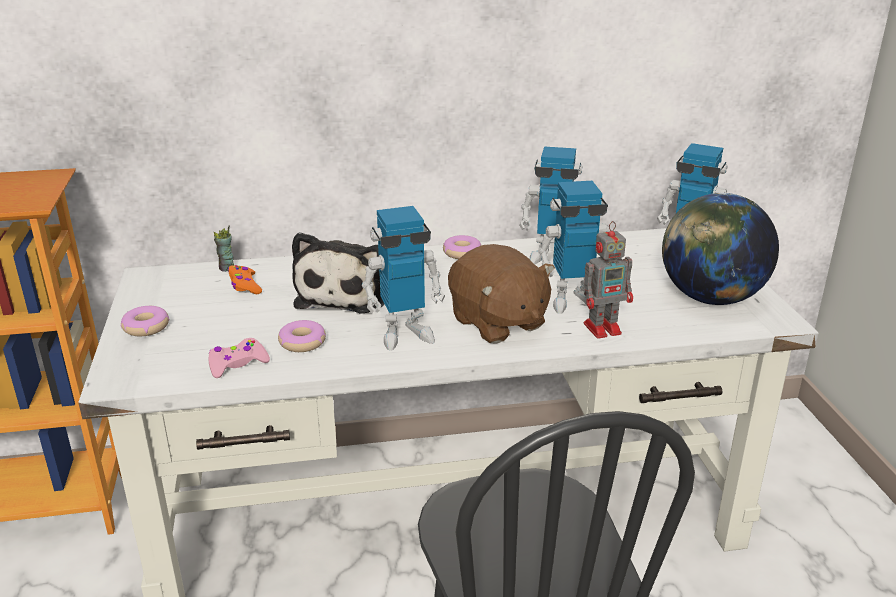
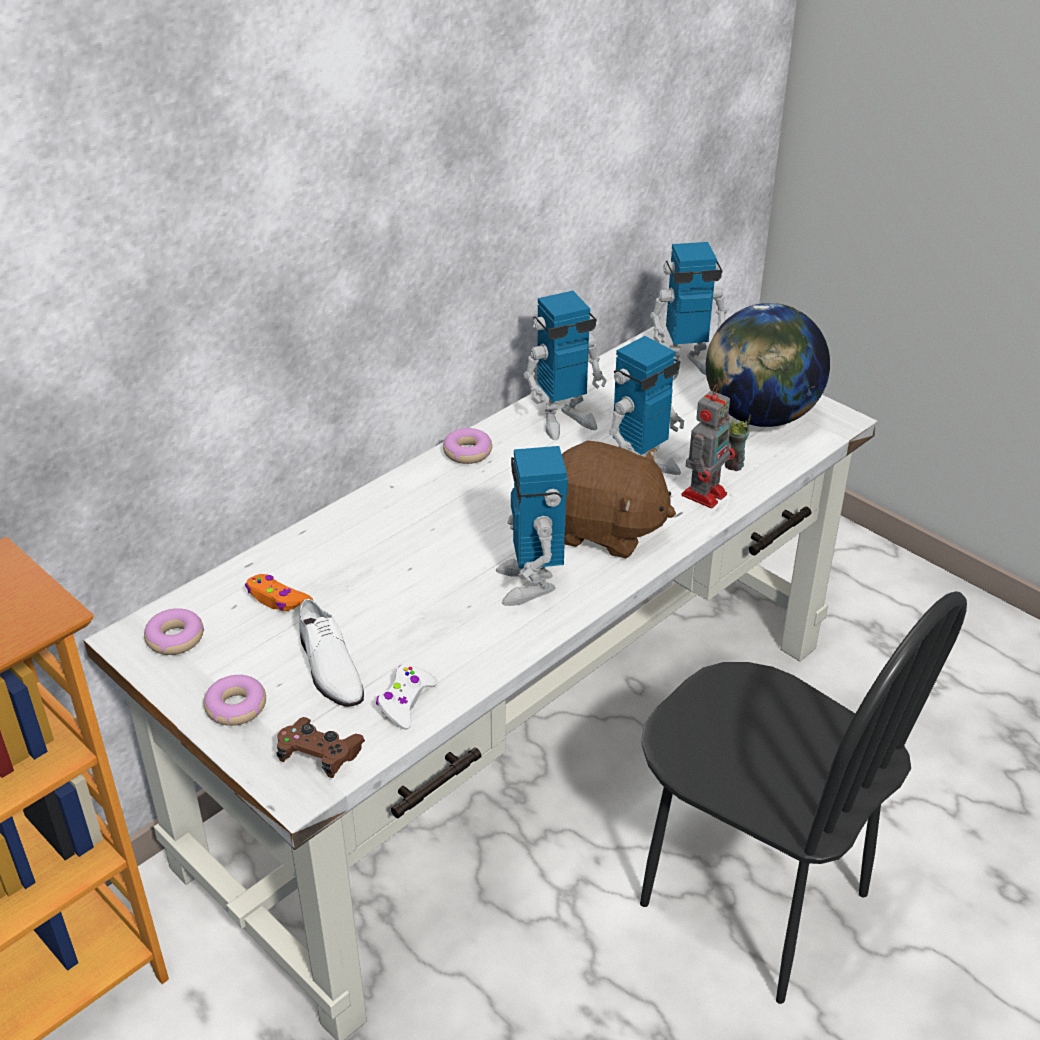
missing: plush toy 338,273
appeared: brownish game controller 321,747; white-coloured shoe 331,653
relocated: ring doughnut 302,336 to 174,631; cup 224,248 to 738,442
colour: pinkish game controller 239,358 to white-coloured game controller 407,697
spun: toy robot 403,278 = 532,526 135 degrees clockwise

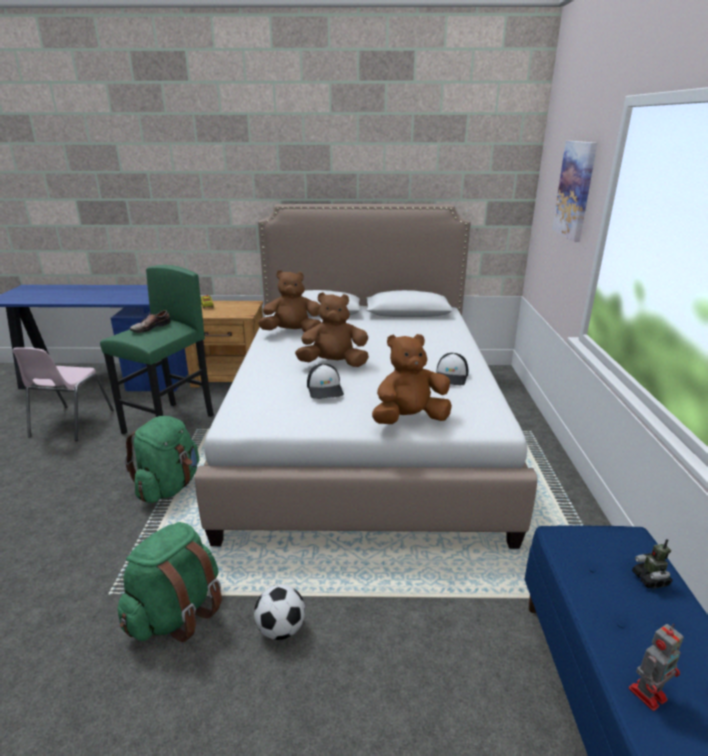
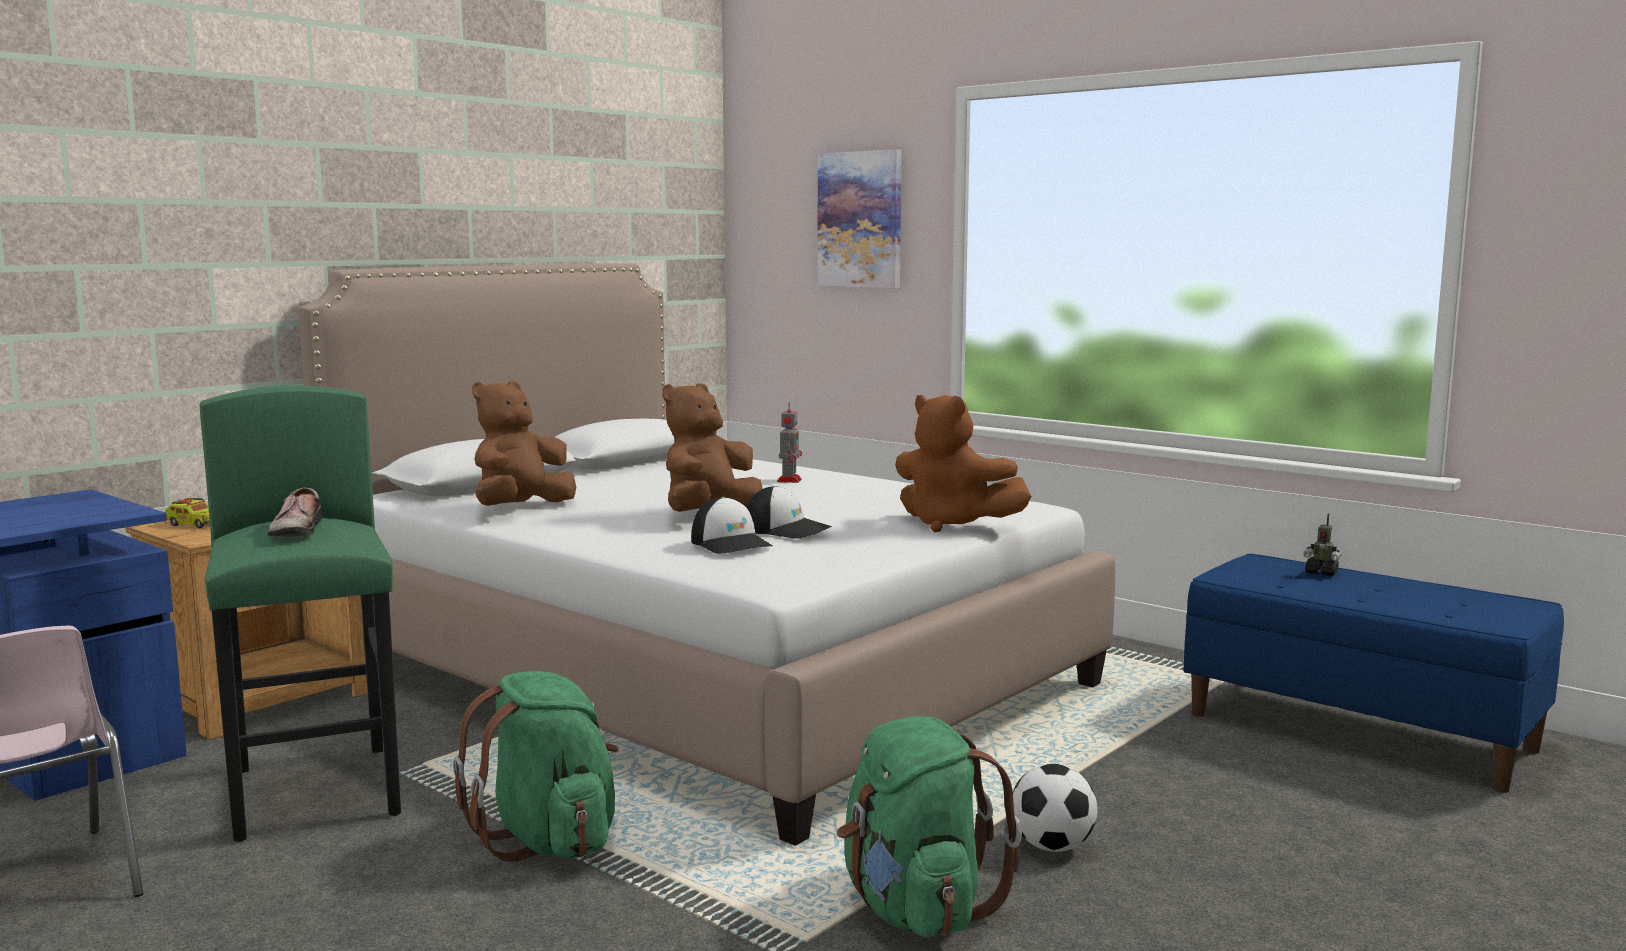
relocated: cap 452,369 to 732,525; toy robot 656,667 to 789,442
spun: brownish plush toy 412,379 = 963,463 75 degrees counterclockwise

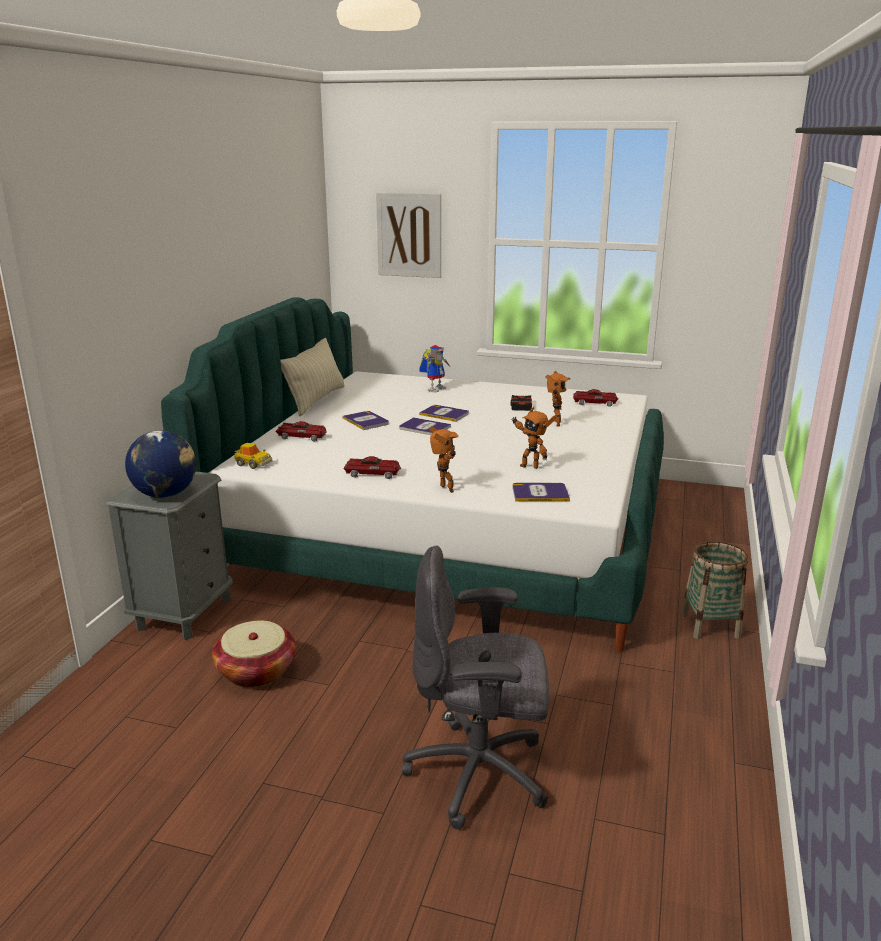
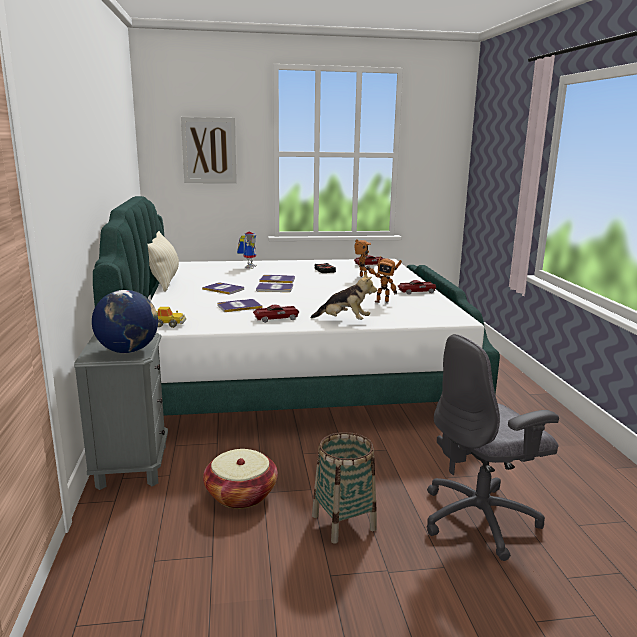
relocated: bound book 541,492 to 239,305; basket 714,590 to 344,487; model car 301,431 to 417,287
exchanged: toy robot 444,459 to plush toy 343,296

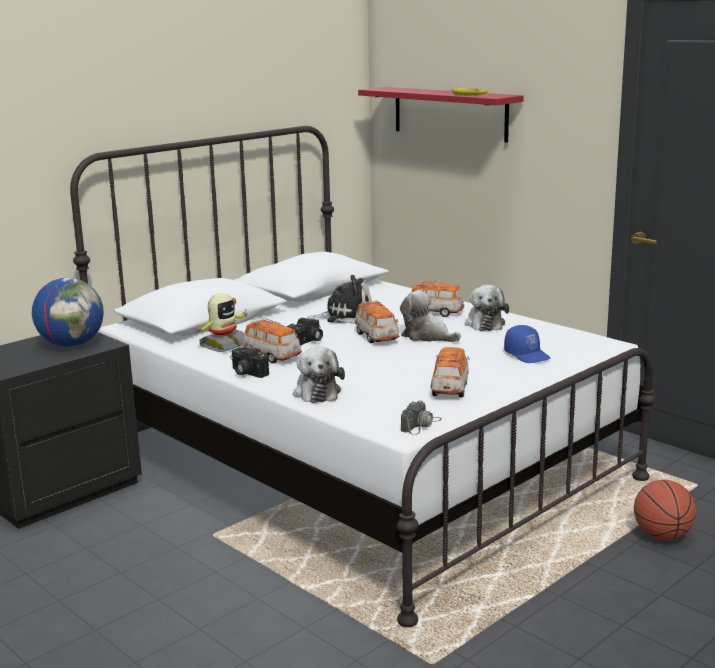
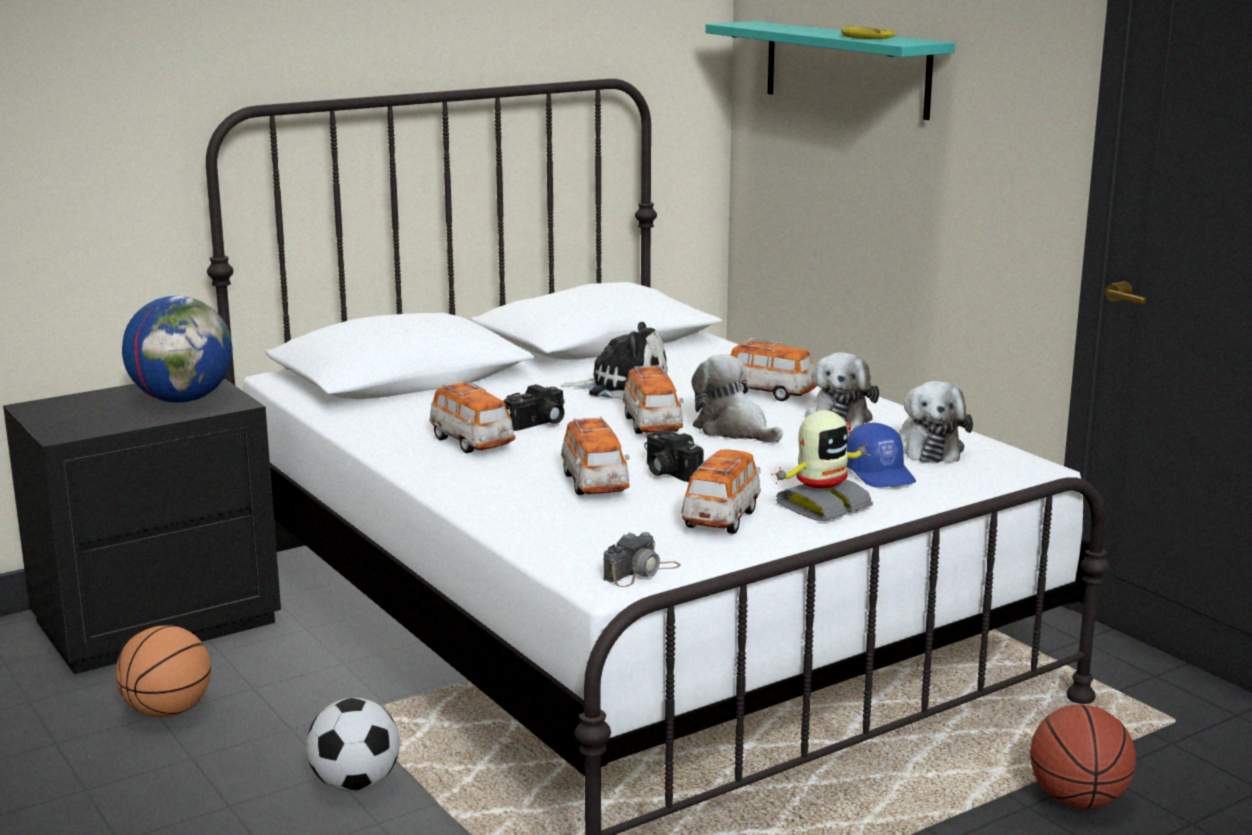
appeared: basketball 163,671; football 353,745; model car 595,455
relocated: still camera 249,362 to 674,456; toy robot 221,322 to 822,465; plush toy 319,375 to 936,421
colour: red-coloured shelf 441,115 to blue-green shelf 830,70

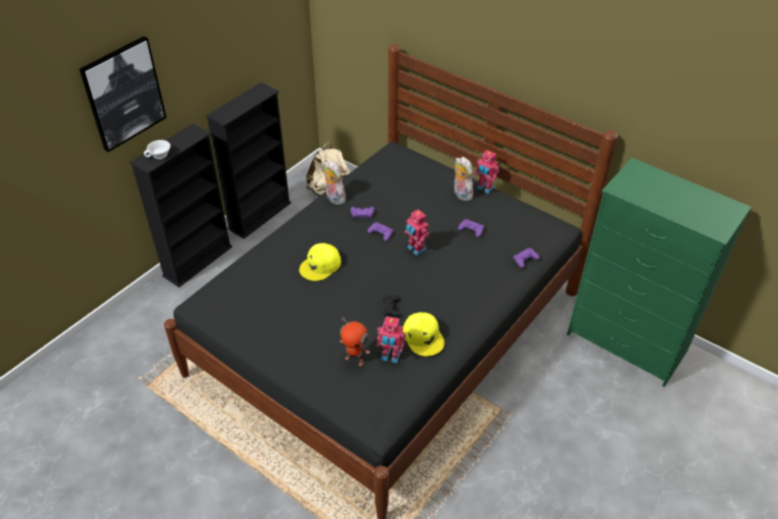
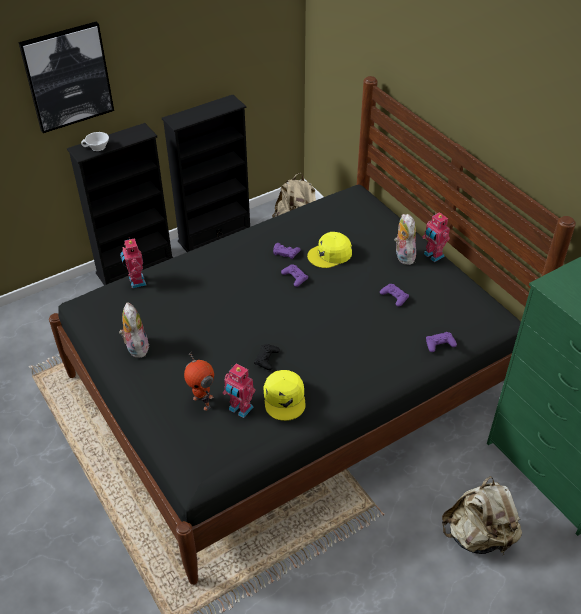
appeared: sand-coloured backpack 482,515
relocated: plush toy 335,183 to 134,330; toy robot 416,232 to 133,262; yellow-coloured cap 320,262 to 329,250

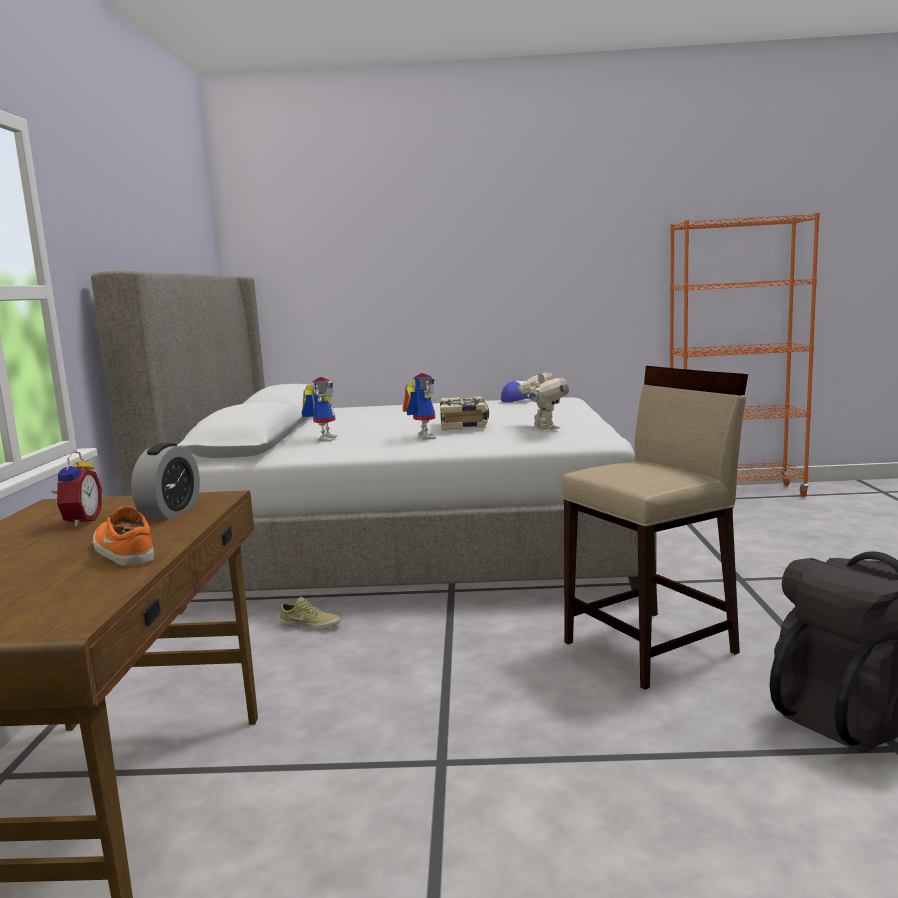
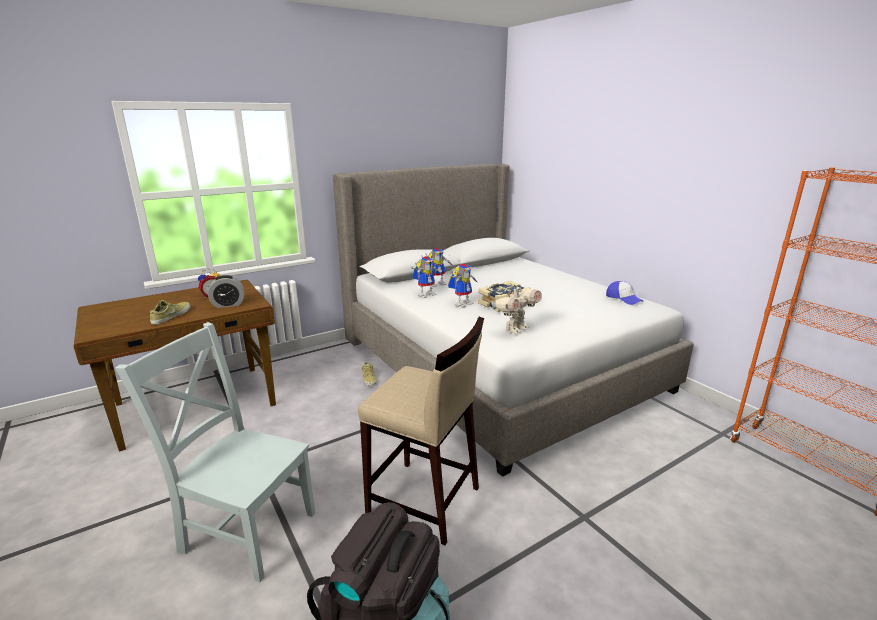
appeared: gray plain chair 215,452; toy robot 426,277
colour: orange shoe 123,536 to sand-coloured shoe 170,312

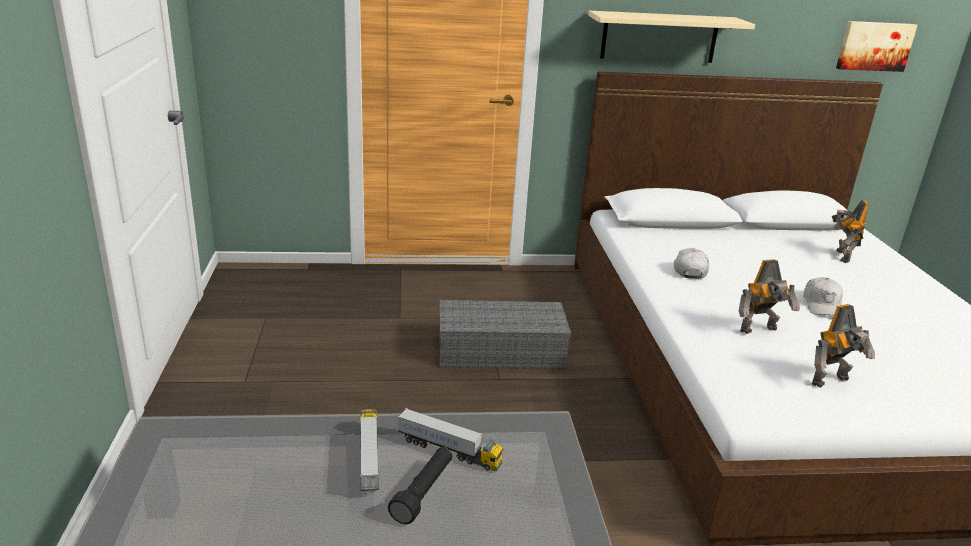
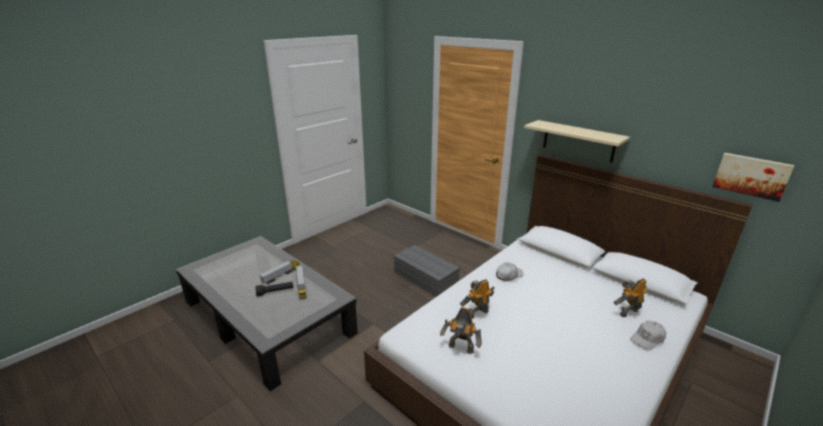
relocated: white-coloured cap 823,296 to 648,335
spun: toy robot 769,296 = 477,298 120 degrees clockwise

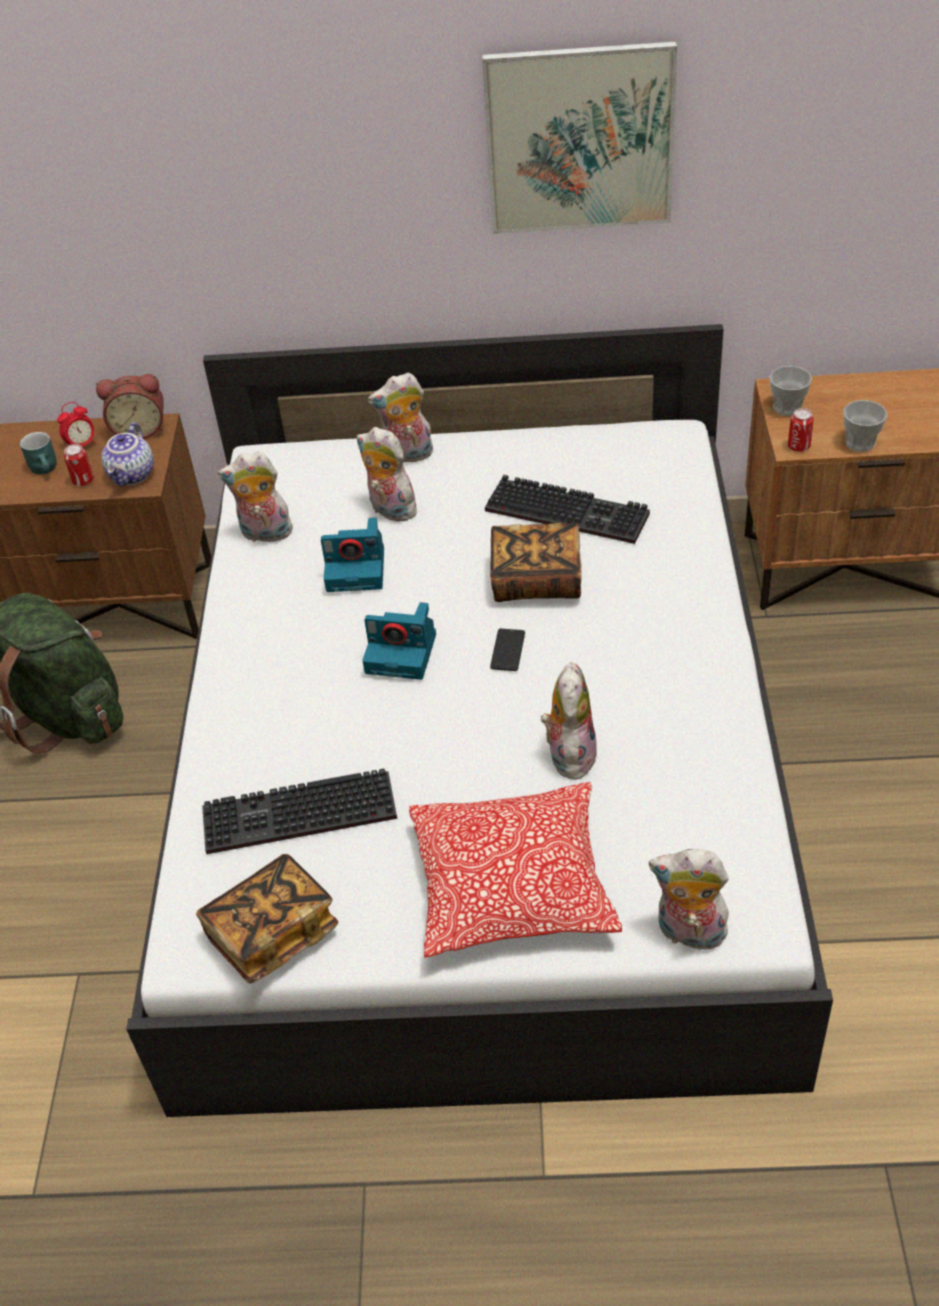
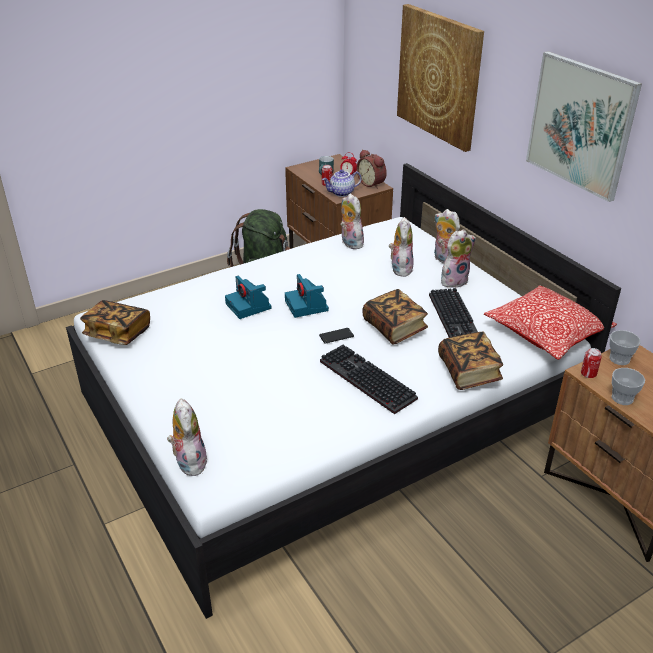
appeared: picture 440,78; bound book 470,361
relocated: still camera 352,554 to 248,297; keyboard 299,811 to 369,379; plush toy 569,720 to 458,258; cushion 515,870 to 550,323

